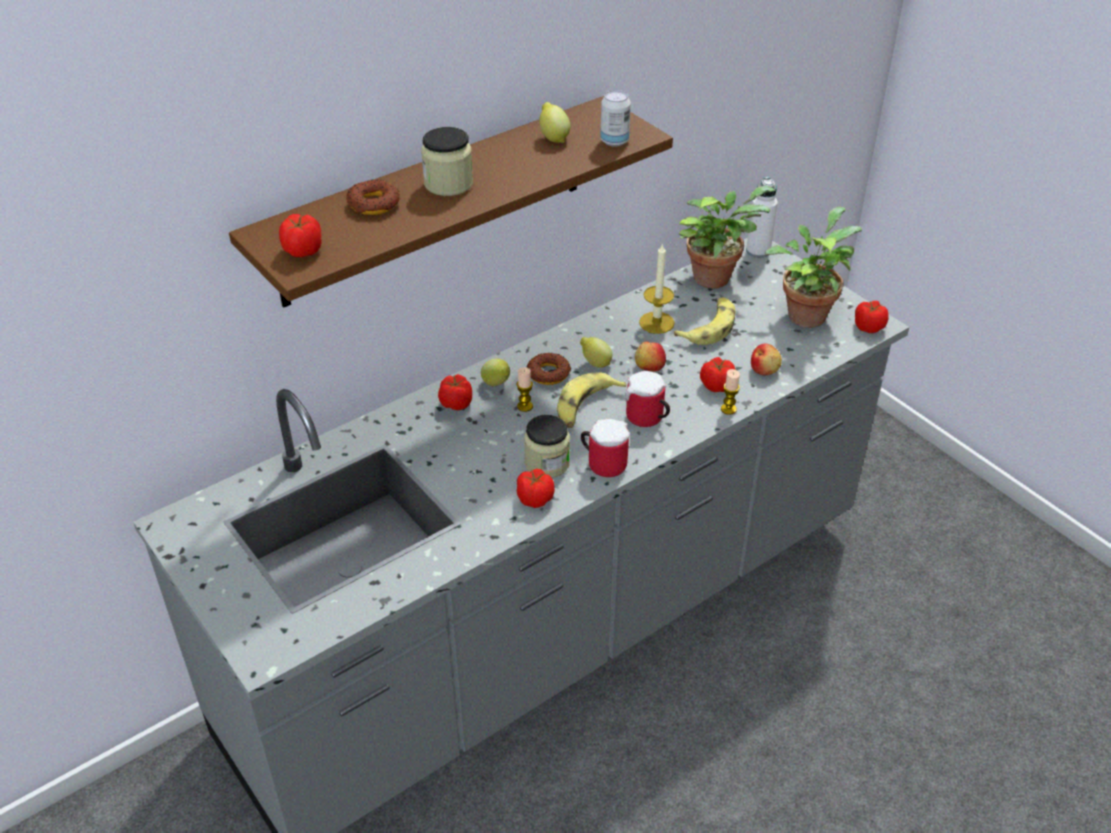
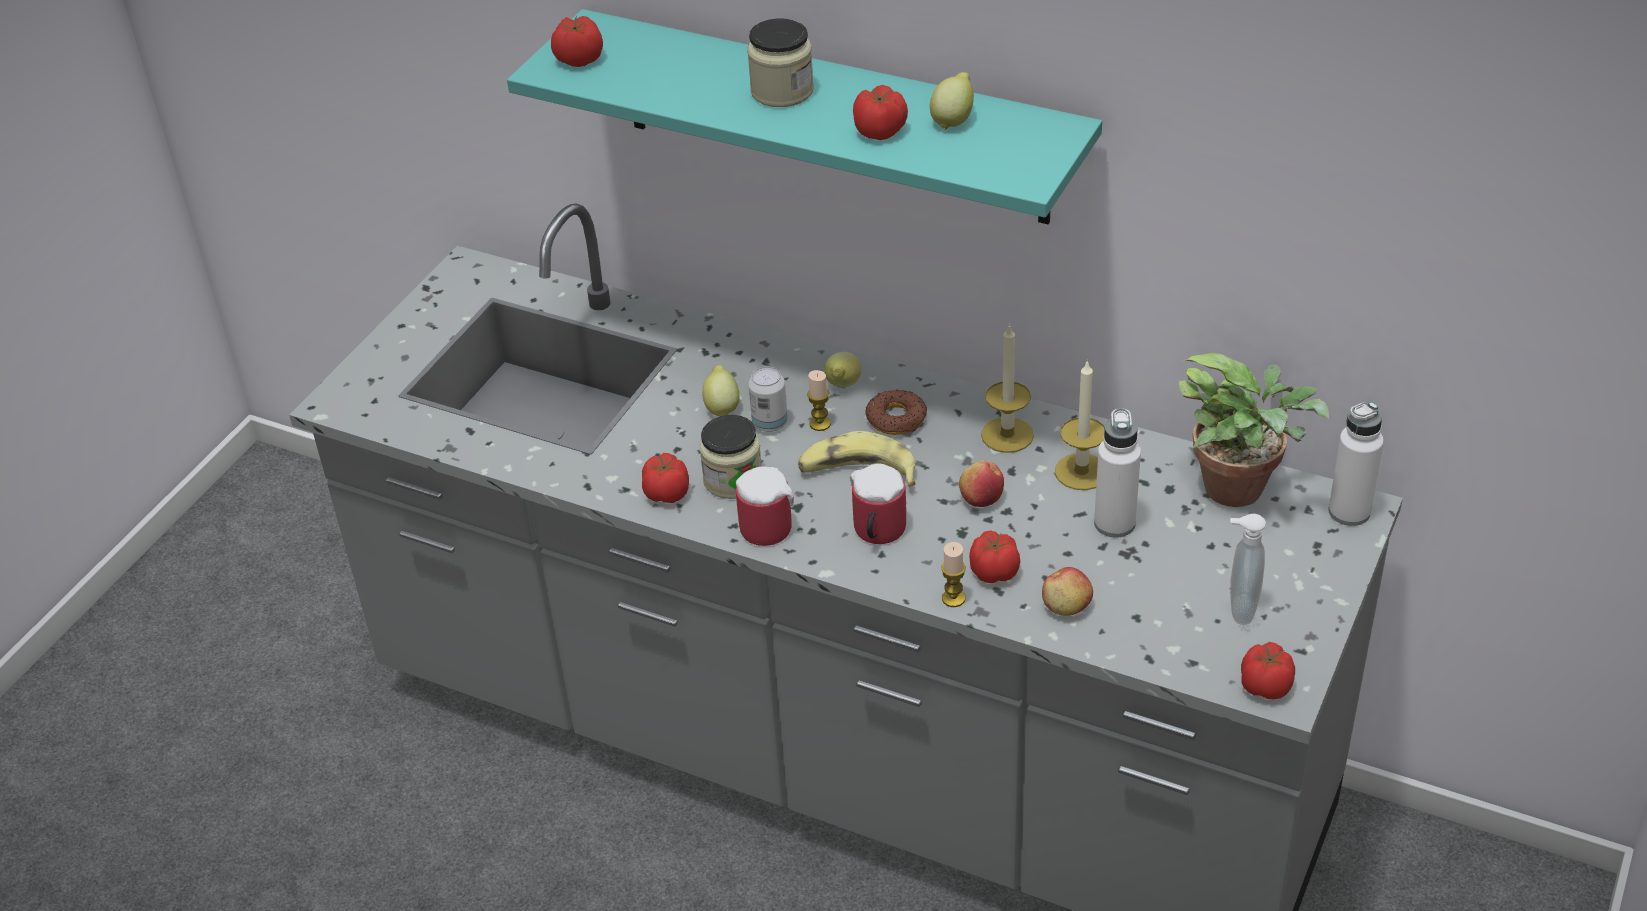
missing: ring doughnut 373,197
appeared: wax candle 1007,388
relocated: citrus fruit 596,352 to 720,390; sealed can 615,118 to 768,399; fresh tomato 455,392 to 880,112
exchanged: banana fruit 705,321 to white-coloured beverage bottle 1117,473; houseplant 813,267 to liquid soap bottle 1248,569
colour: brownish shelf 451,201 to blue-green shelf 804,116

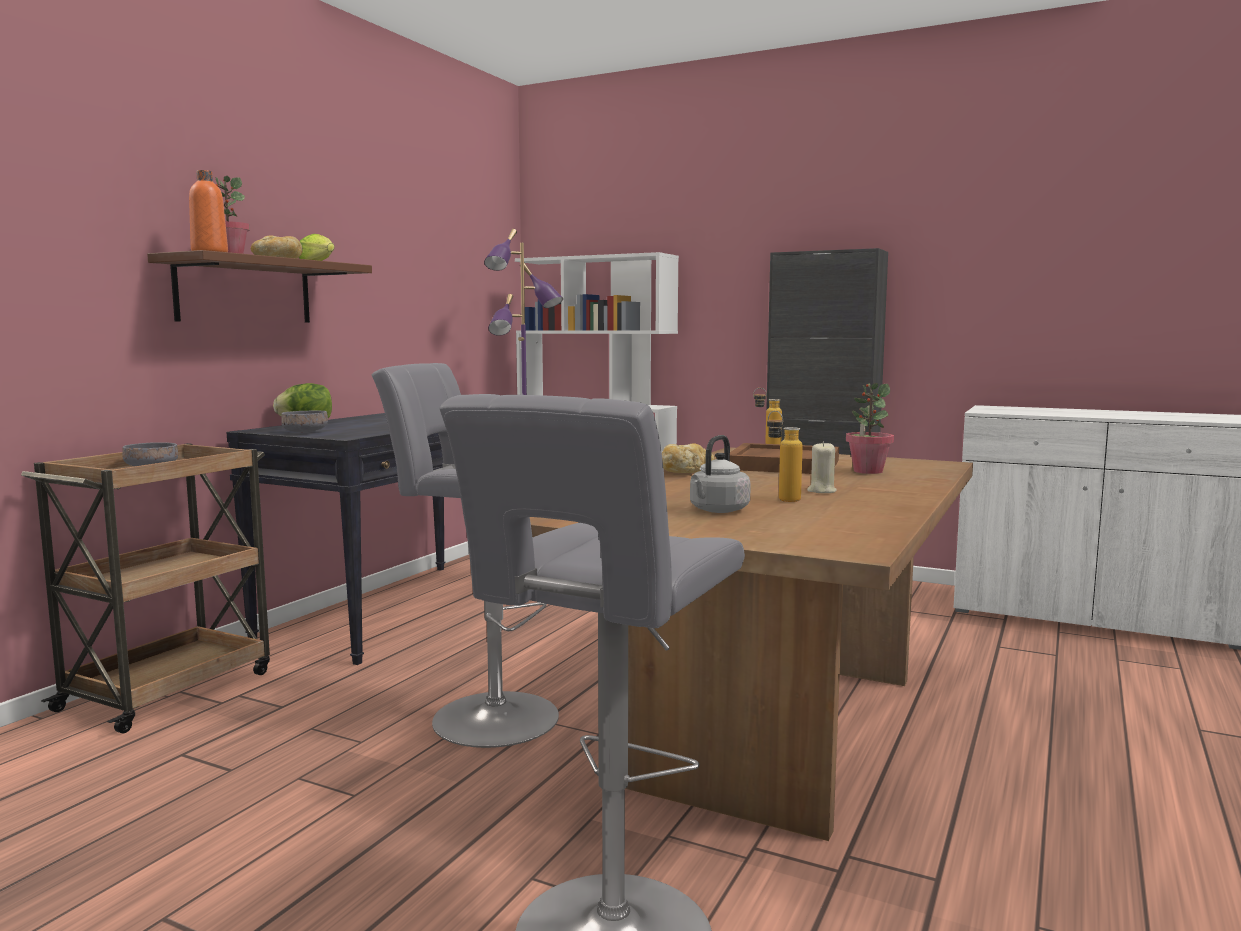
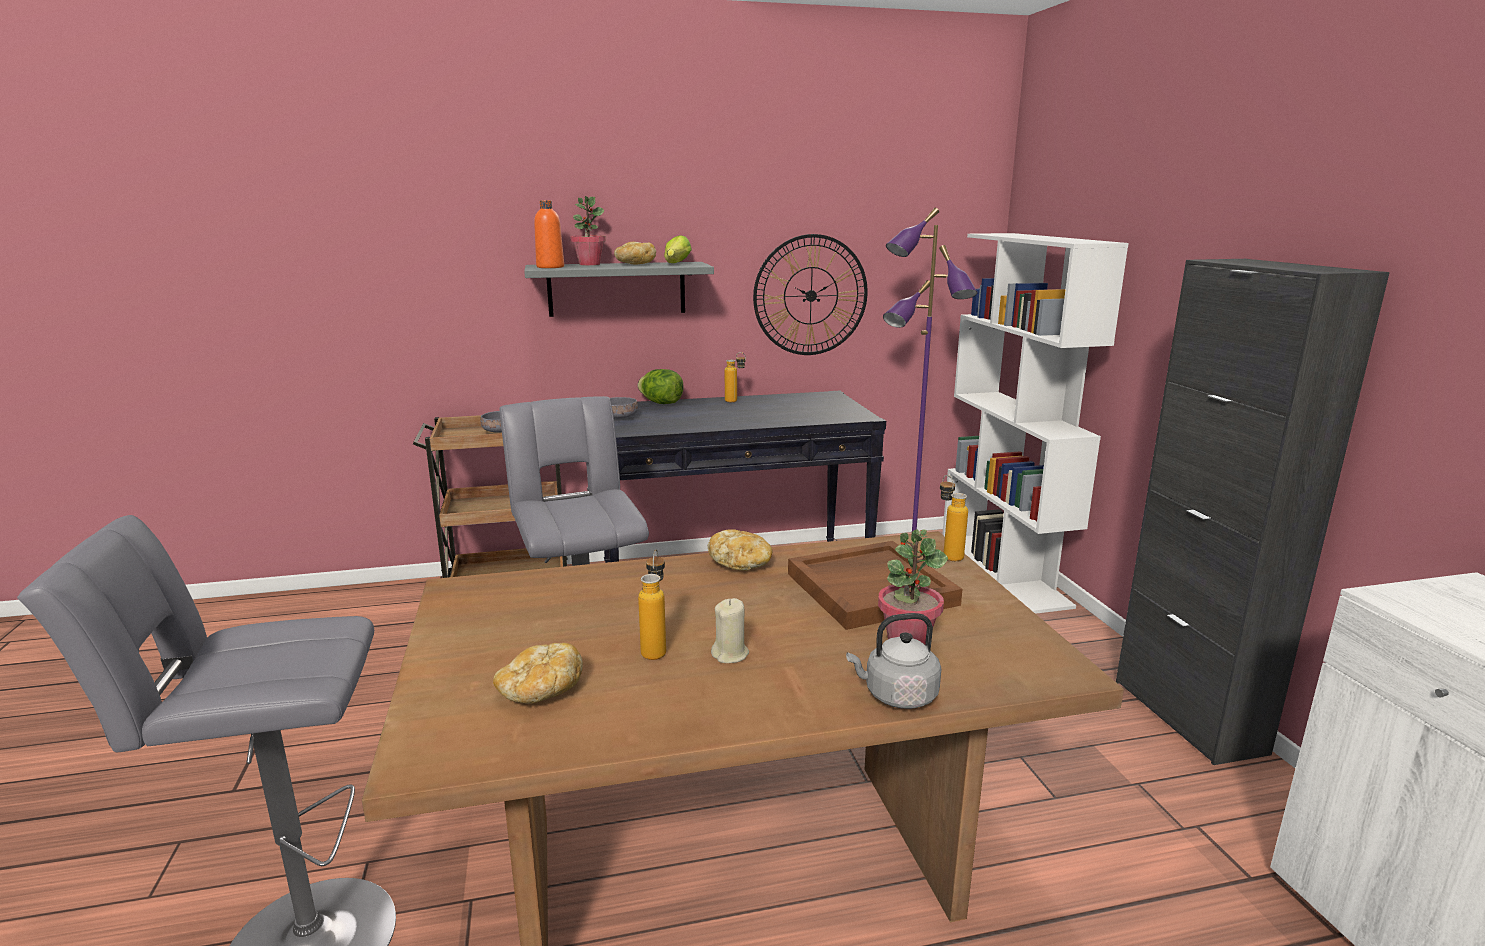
appeared: baked bread 538,673; beverage bottle 735,377; clock on the wall 810,294
relocated: gray kettle 720,474 to 893,661
colour: brownish shelf 259,286 to gray shelf 619,289

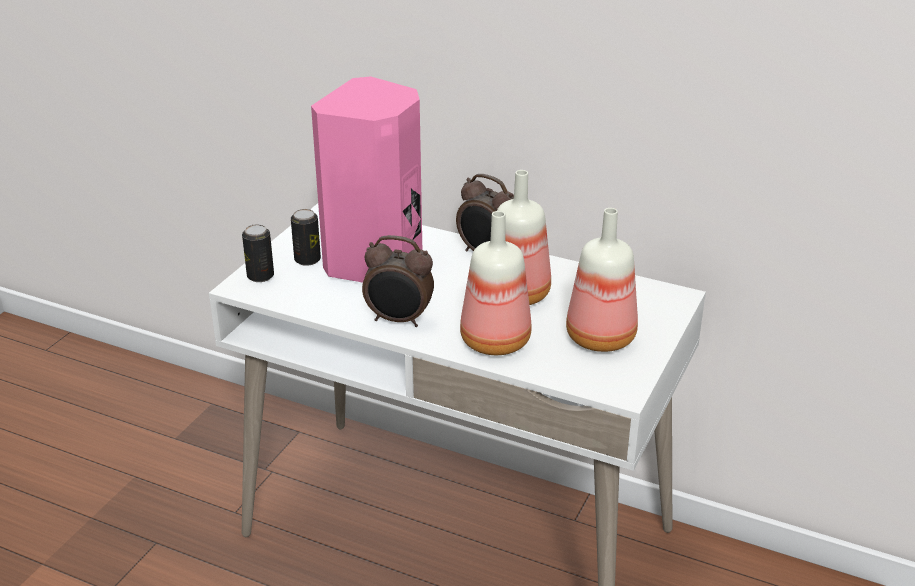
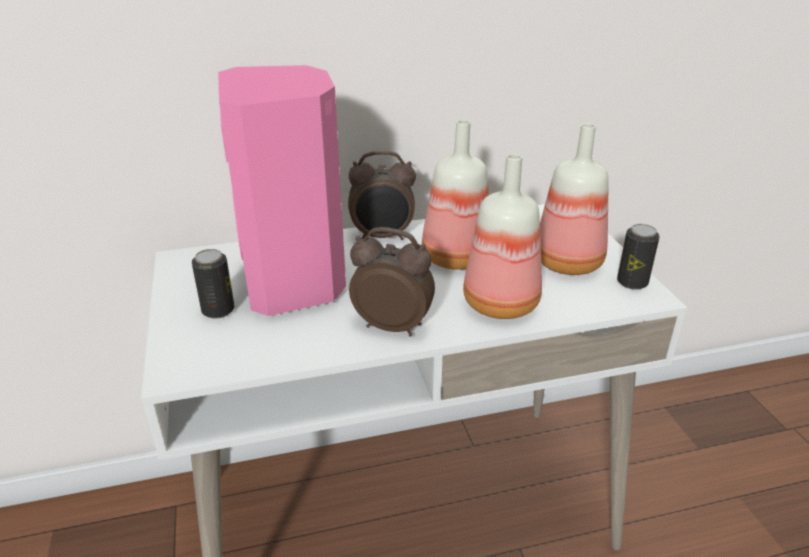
relocated: sealed can 258,253 to 638,257
spun: bedside clock 398,281 = 392,282 135 degrees counterclockwise

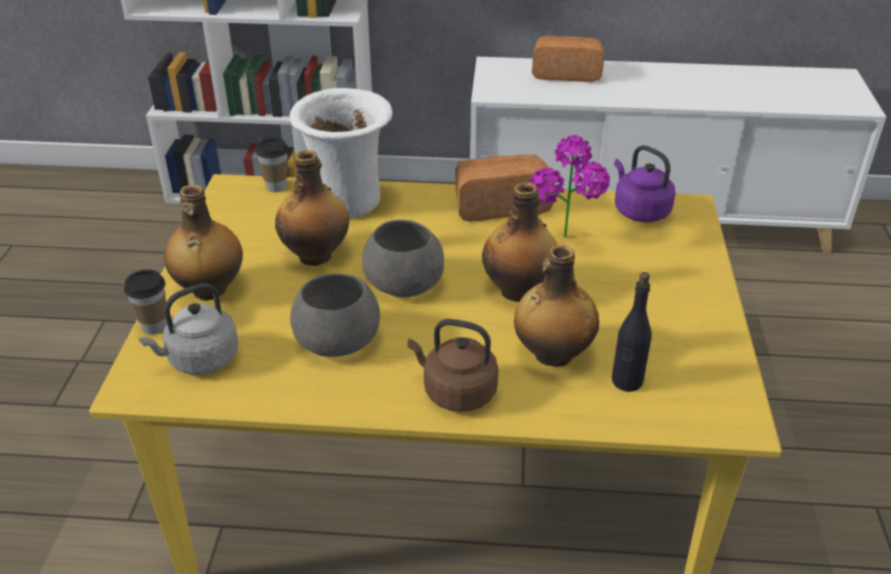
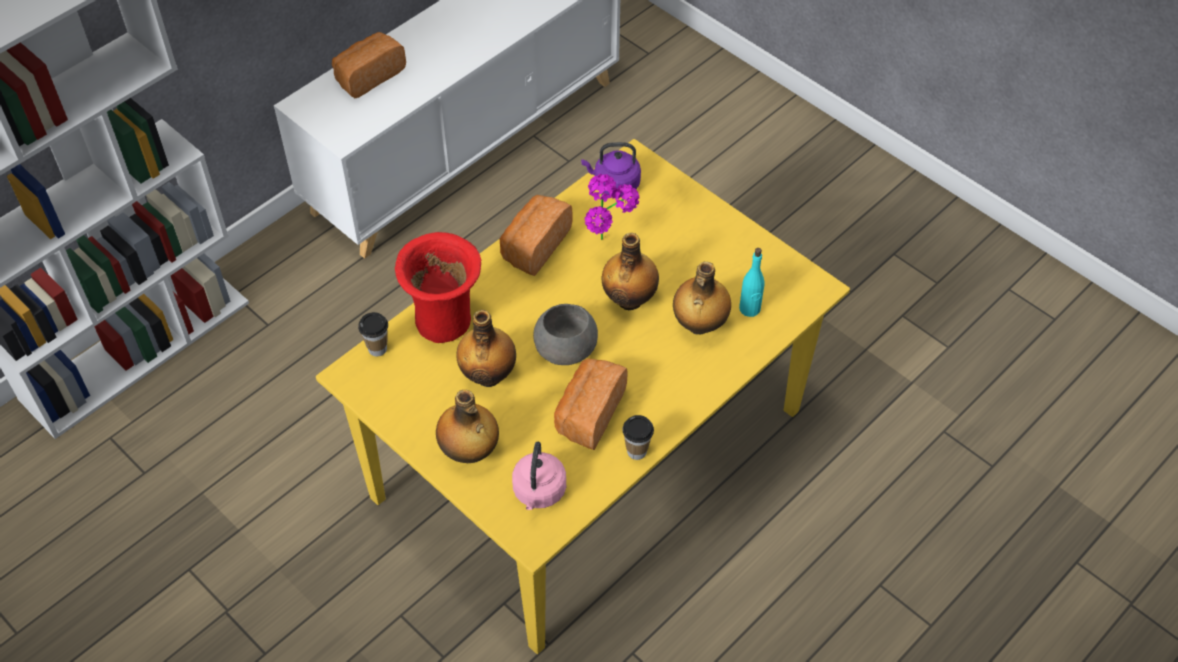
missing: brownish kettle 453,365
relocated: cup 145,301 to 638,437
exchanged: gray bowl 335,315 to baked bread 590,404
colour: white-coloured decorative vase 341,153 to red-coloured decorative vase 438,287; gray kettle 188,329 to pinkish kettle 539,476; blackish beverage bottle 632,332 to blue-green beverage bottle 752,282

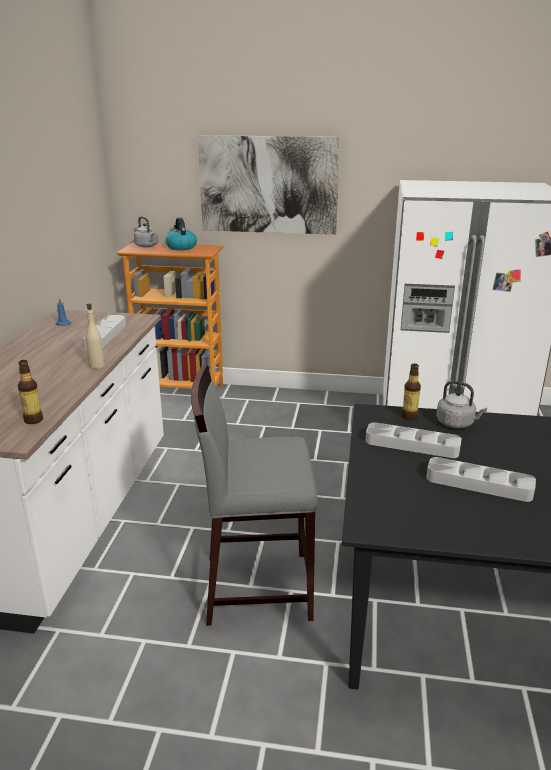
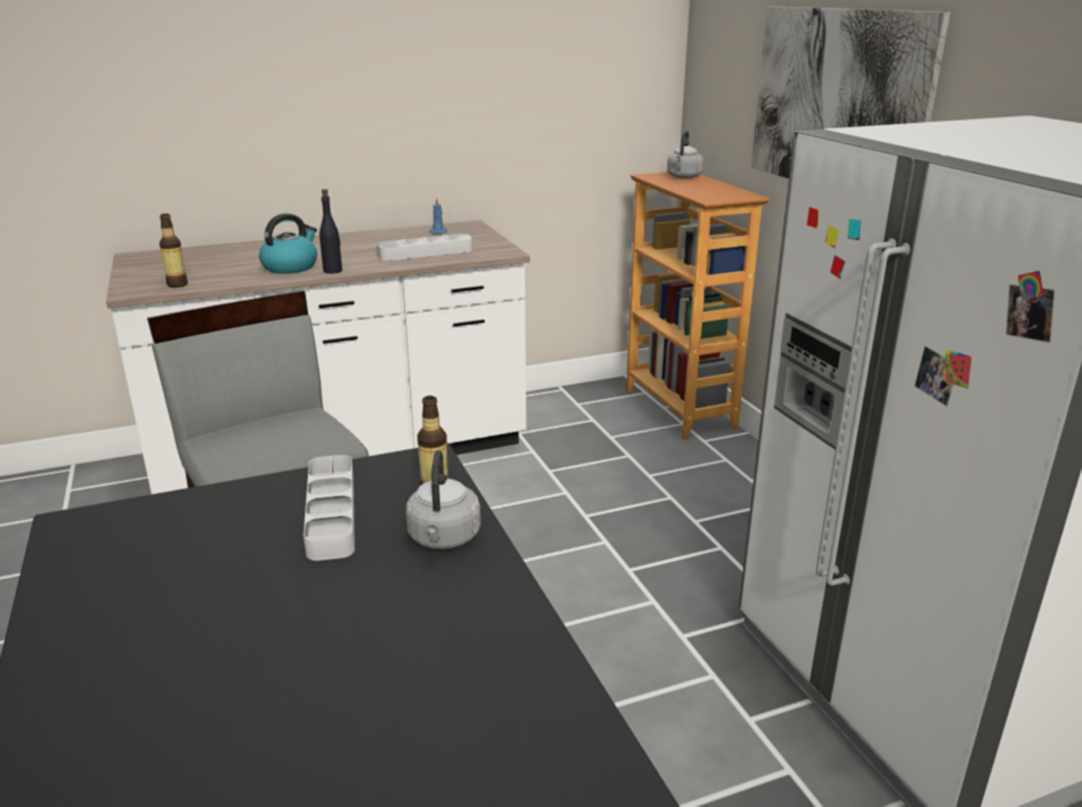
missing: gray tray 481,479
relocated: kettle 181,233 to 288,243
colour: sand-coloured beverage bottle 95,336 to blackish beverage bottle 330,231

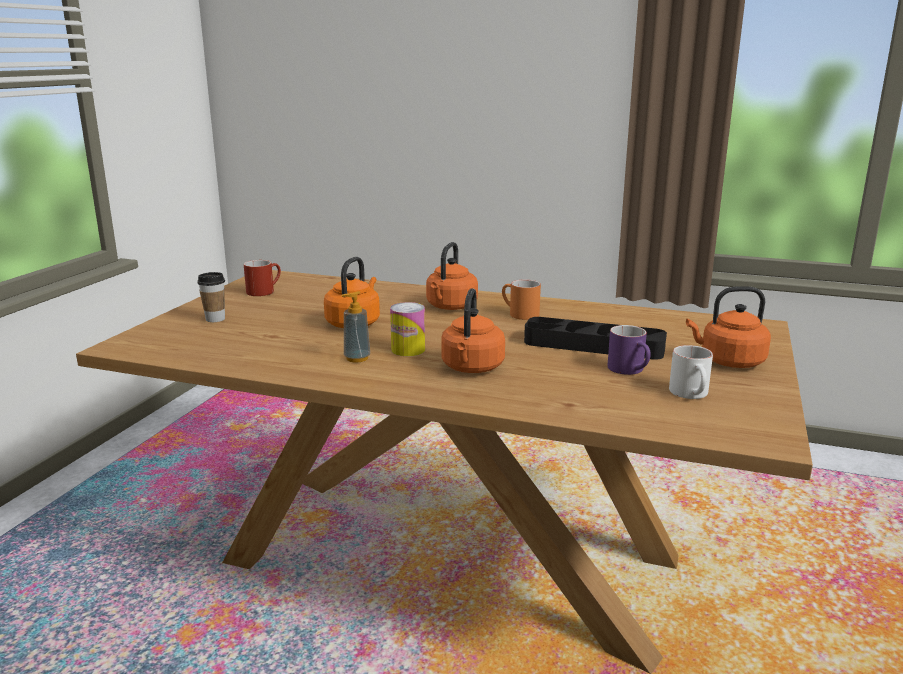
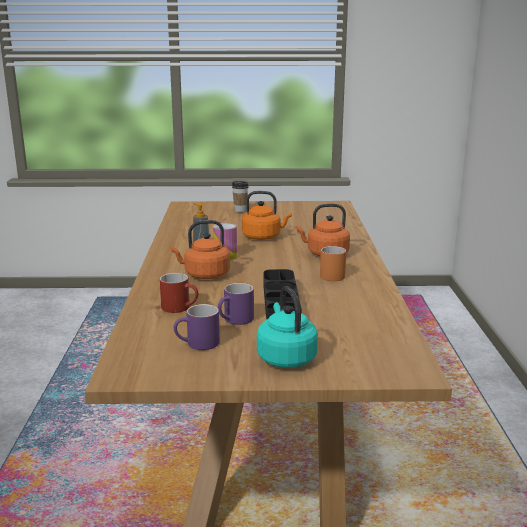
relocated: red-coloured tea mug 262,278 to 179,293
colour: white-coloured tea mug 691,372 to purplish tea mug 197,327; orange kettle 728,327 to blue-green kettle 287,327

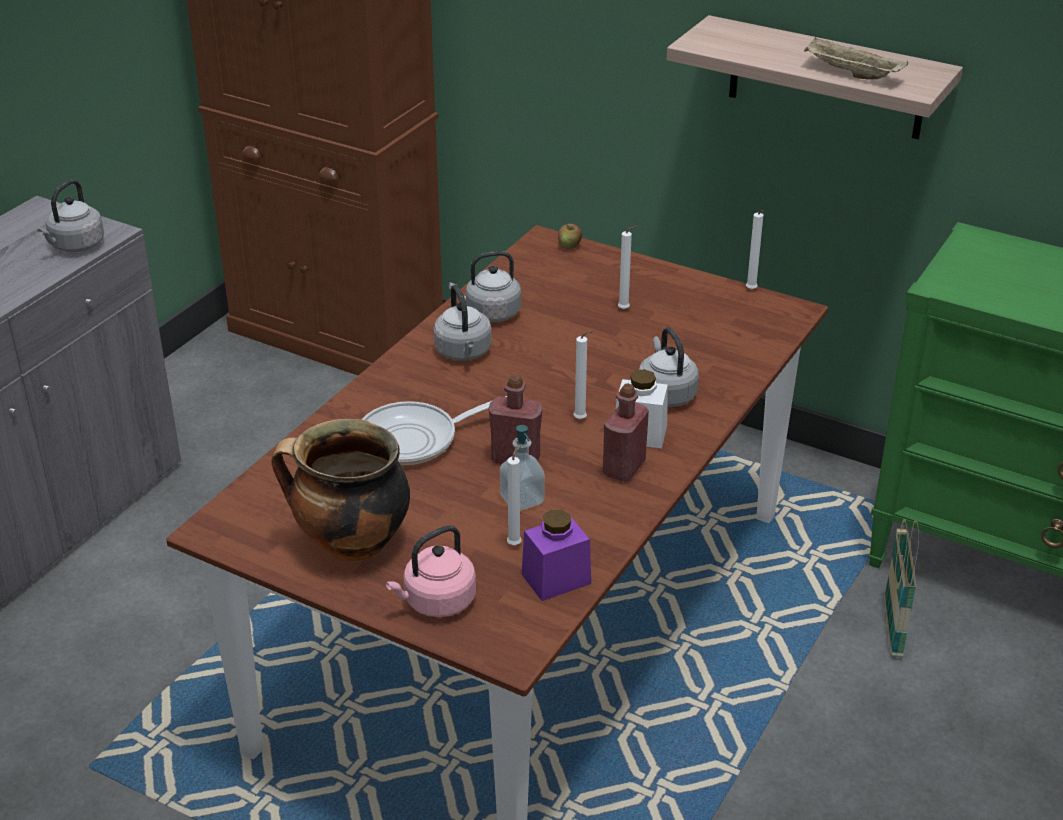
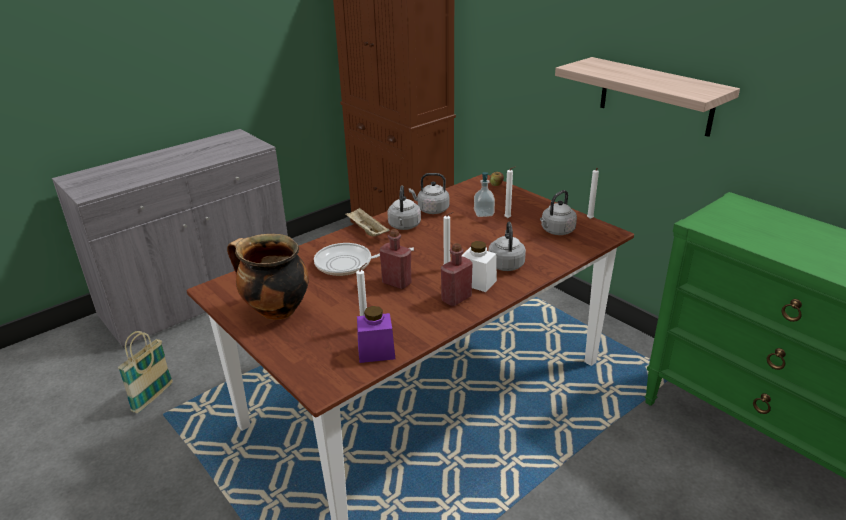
missing: pinkish kettle 431,571
relocated: basket 901,588 to 145,372; sand-coloured tray 856,58 to 367,222; liquid soap bottle 522,468 to 484,194; gray kettle 70,215 to 558,212

